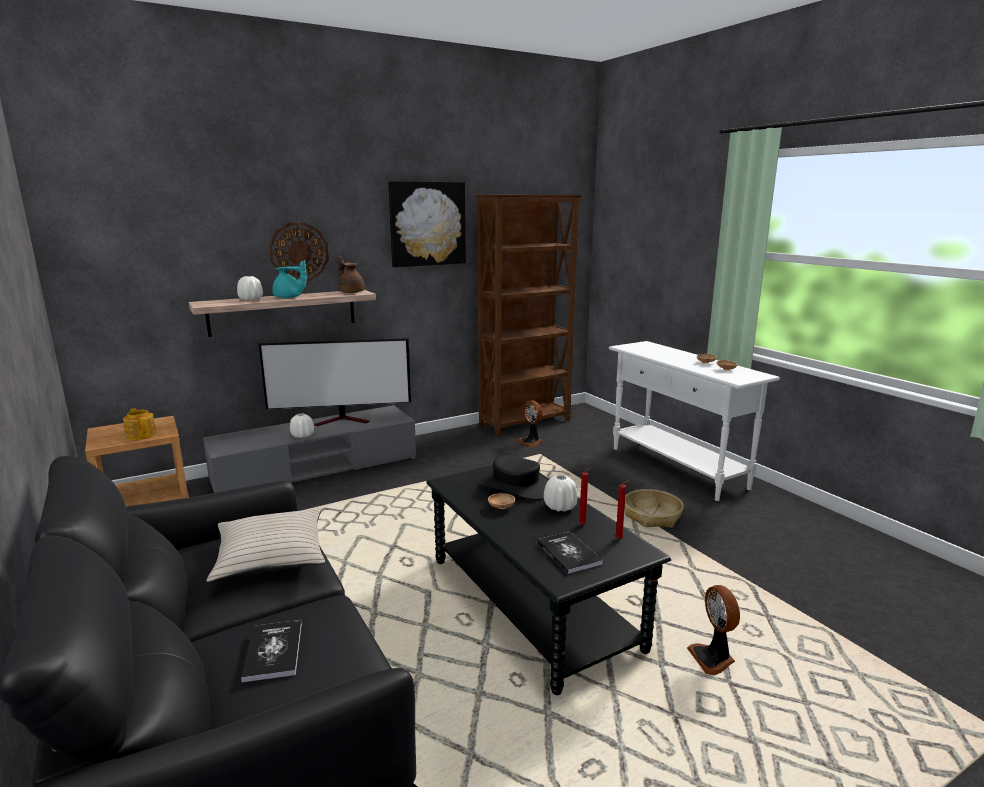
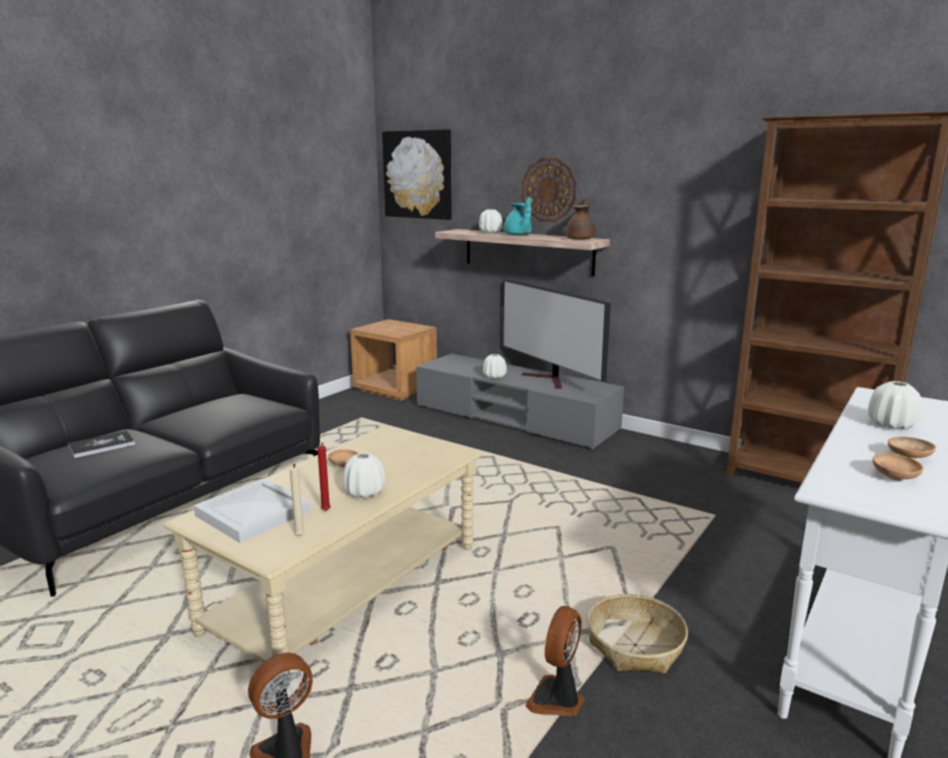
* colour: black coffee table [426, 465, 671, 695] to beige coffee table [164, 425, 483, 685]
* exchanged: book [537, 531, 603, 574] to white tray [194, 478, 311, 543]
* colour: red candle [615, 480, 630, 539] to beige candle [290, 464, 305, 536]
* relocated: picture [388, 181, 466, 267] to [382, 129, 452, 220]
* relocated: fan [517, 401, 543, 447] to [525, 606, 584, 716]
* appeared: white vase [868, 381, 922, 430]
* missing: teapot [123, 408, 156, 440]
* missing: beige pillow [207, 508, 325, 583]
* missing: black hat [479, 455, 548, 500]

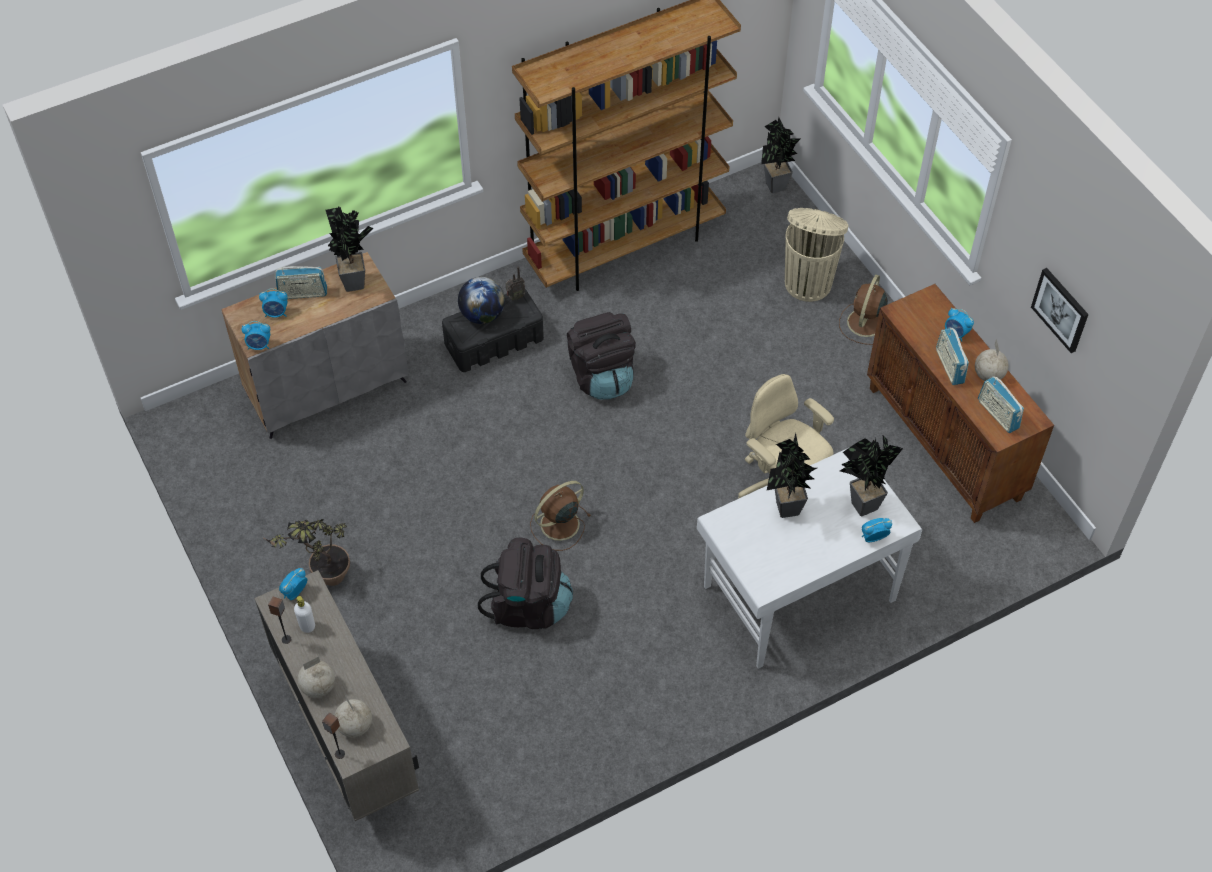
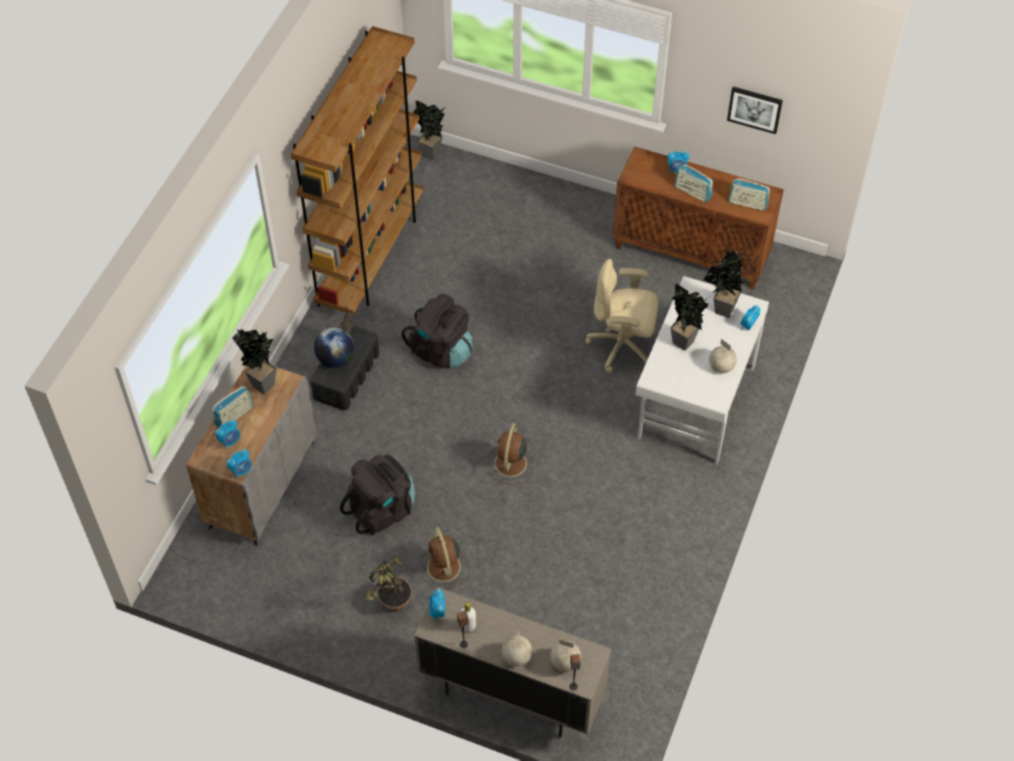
* relocated: black backpack [478, 537, 573, 629] to [340, 454, 415, 535]
* relocated: brown fan [839, 275, 888, 345] to [420, 527, 470, 590]
* relocated: globe [975, 339, 1009, 381] to [709, 339, 737, 373]
* missing: beige trash can [785, 208, 848, 302]

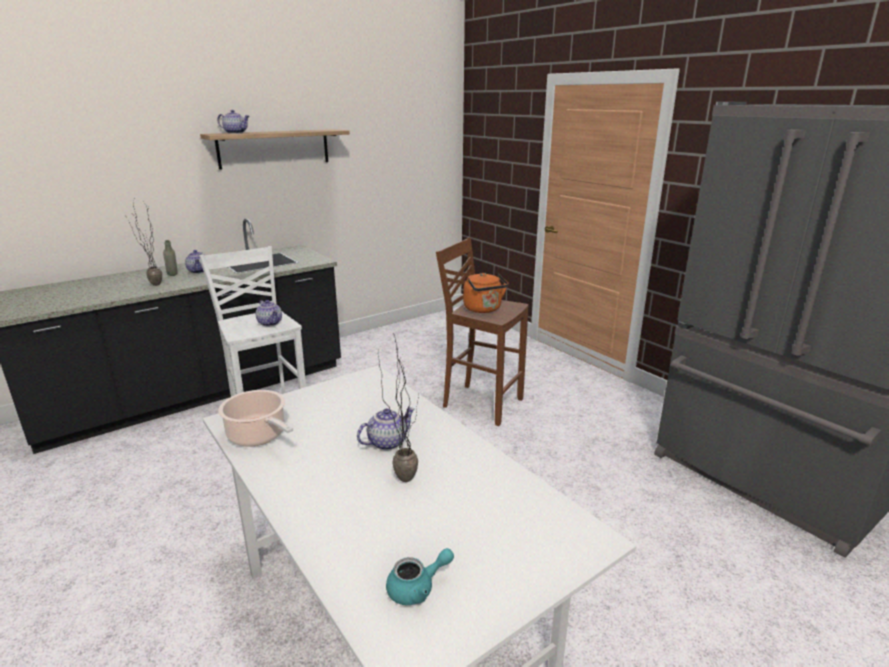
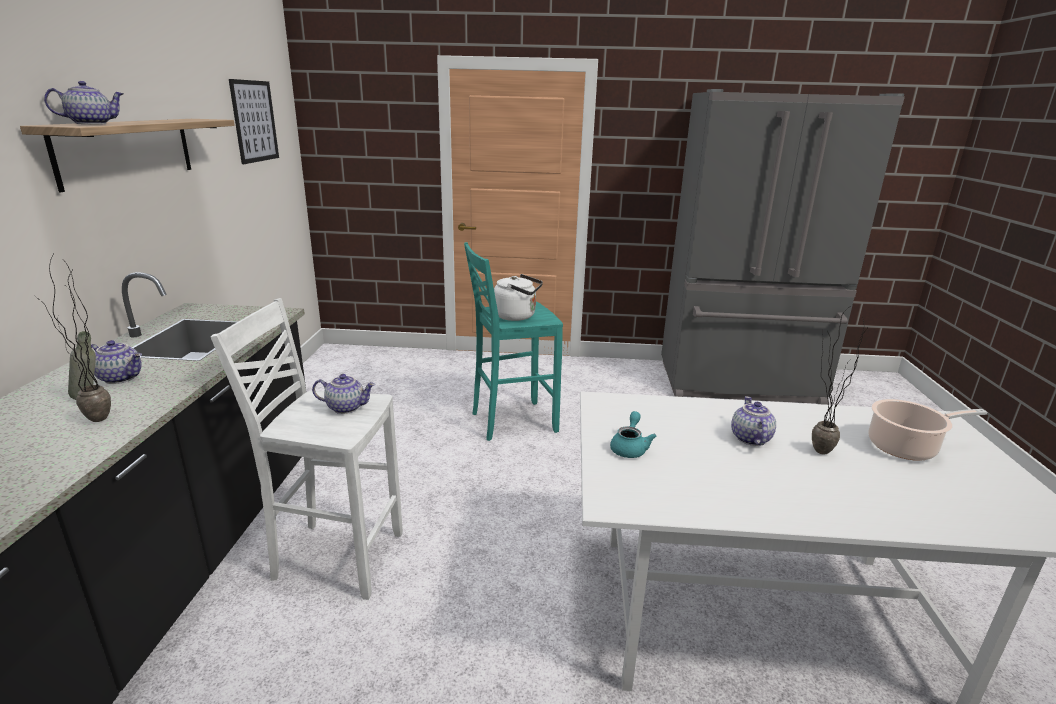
* appeared: picture [229, 79, 279, 164]
* colour: brown stool [436, 237, 529, 426] to turquoise stool [464, 242, 563, 441]
* colour: orange kettle [463, 273, 508, 313] to white kettle [494, 274, 543, 321]
* relocated: turquoise teapot [386, 548, 454, 605] to [610, 411, 657, 458]
* relocated: cooking pot [218, 390, 293, 447] to [868, 399, 987, 461]

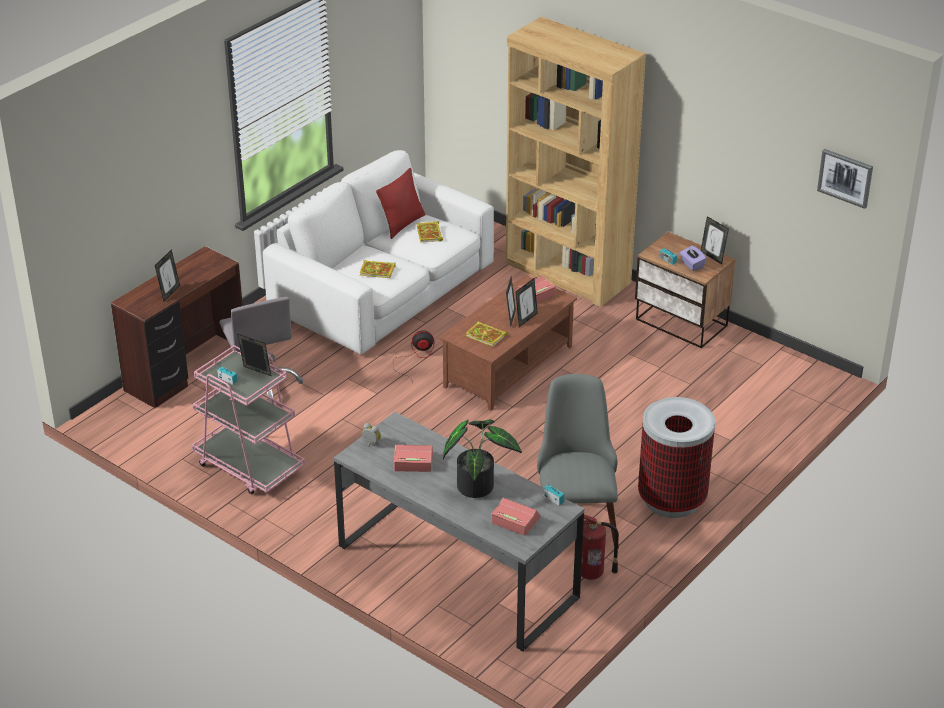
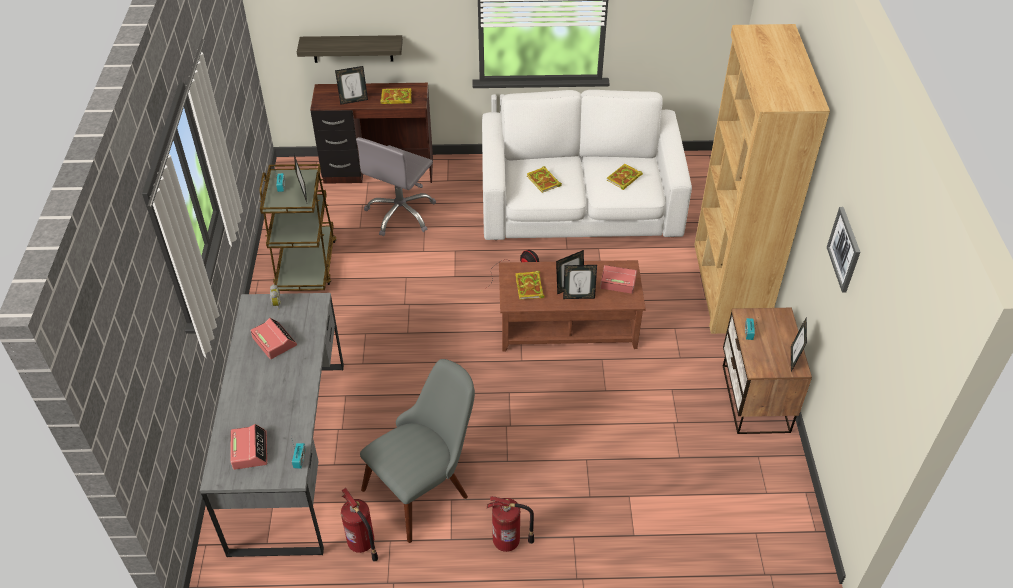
* colour: pink cart [192, 345, 305, 495] to brown cart [259, 164, 337, 291]
* appeared: shelf [297, 35, 403, 63]
* appeared: book [381, 88, 412, 104]
* exchanged: trash can [638, 397, 715, 518] to fire extinguisher [487, 496, 534, 552]
* relocated: picture [817, 149, 873, 209] to [827, 207, 860, 292]
* missing: red pillow [376, 168, 426, 239]
* missing: potted plant [443, 419, 522, 498]
* missing: purple tissue box [680, 246, 706, 271]

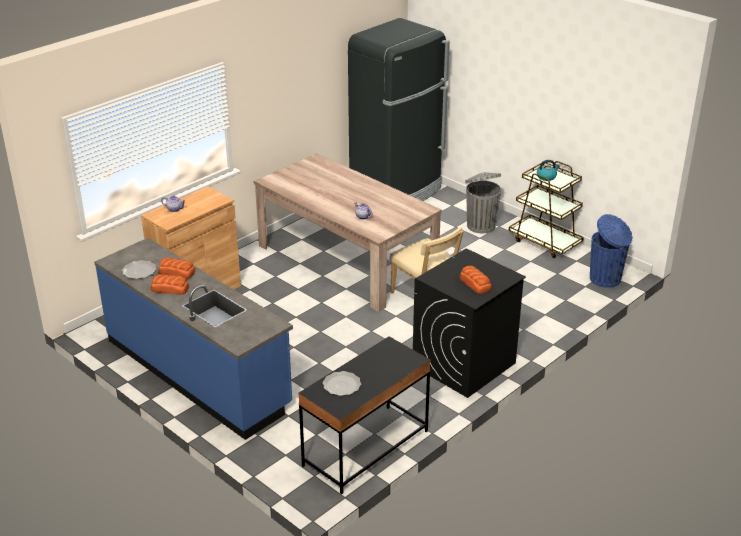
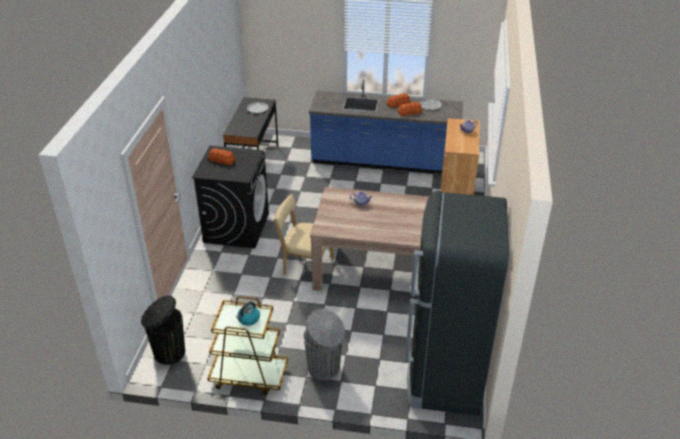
* colour: blue trash can [590, 214, 633, 288] to black trash can [141, 295, 185, 365]

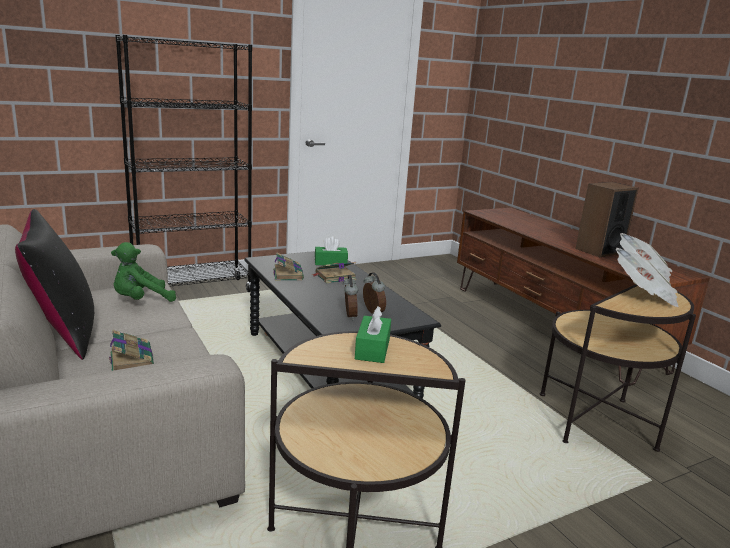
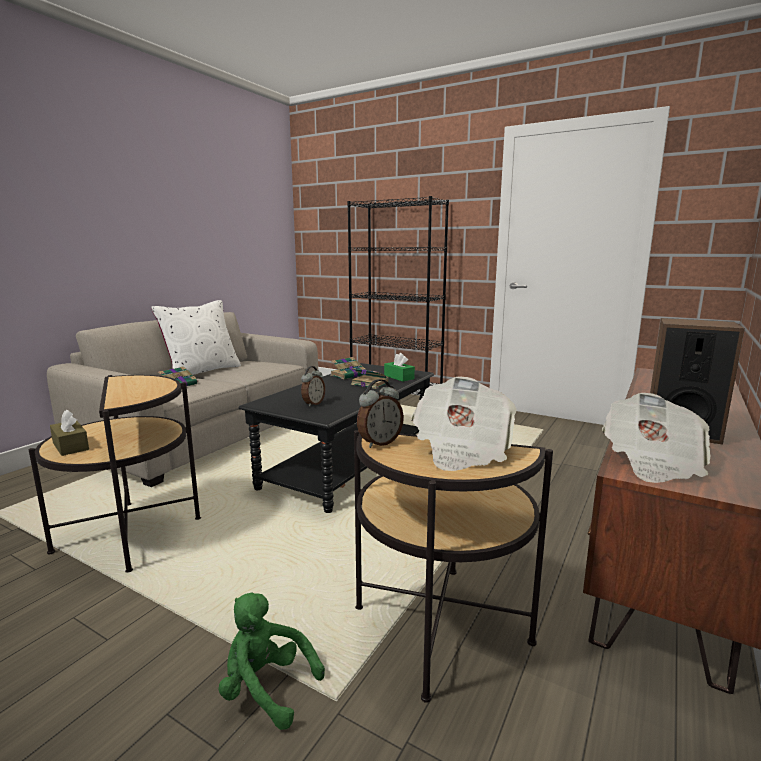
* appeared: brown tissue box [50, 410, 89, 456]
* colour: black pillow [15, 209, 94, 360] to white pillow [151, 300, 241, 375]
* relocated: green plush toy [111, 242, 176, 302] to [218, 592, 325, 730]
* relocated: alarm clock [343, 275, 358, 320] to [357, 379, 404, 448]
* missing: green tissue box [355, 306, 391, 363]

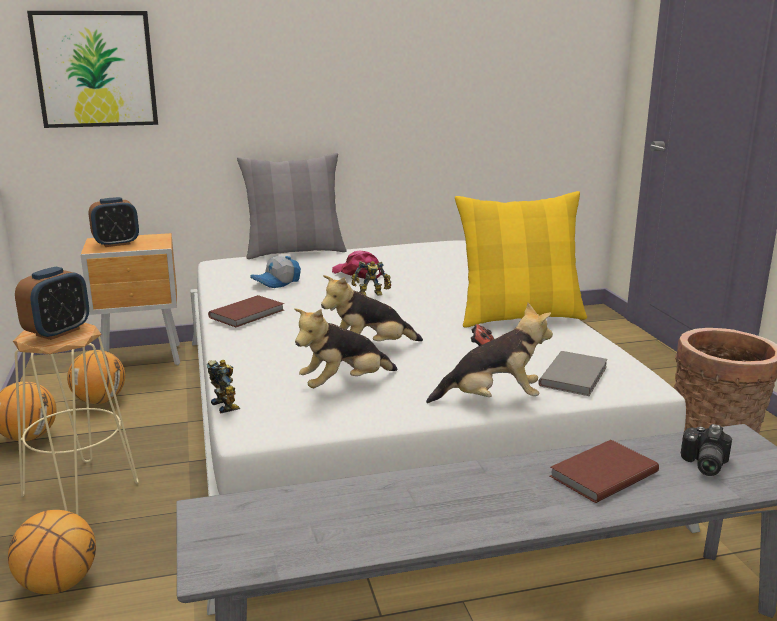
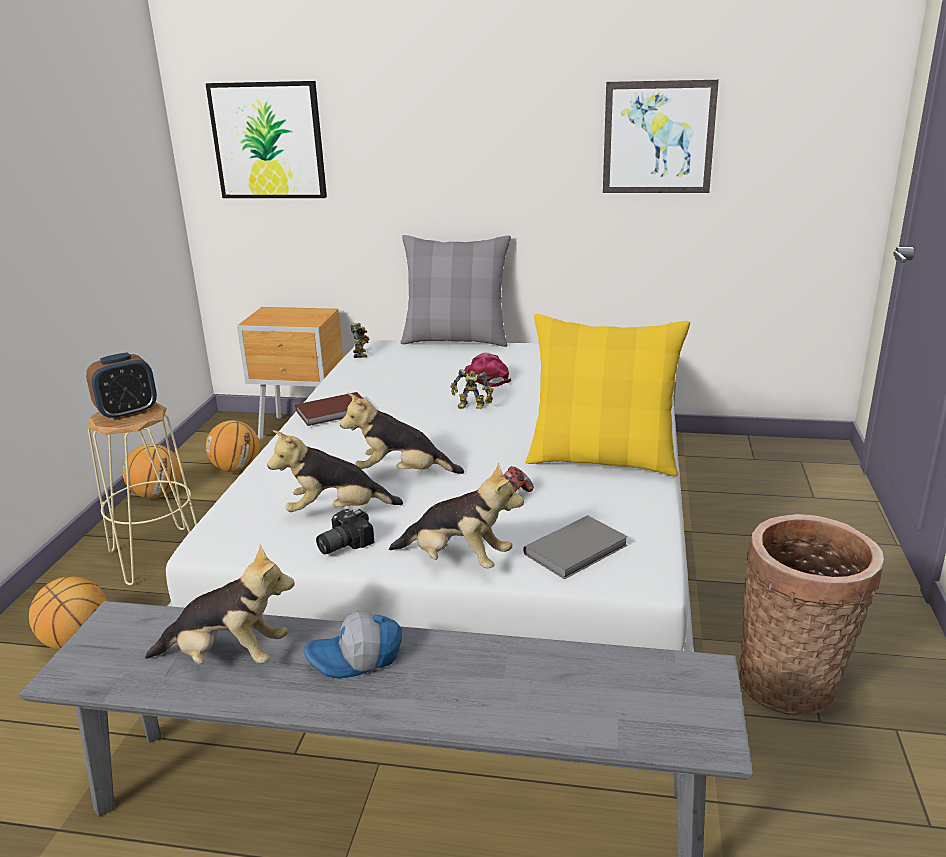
* appeared: plush toy [145, 544, 295, 664]
* relocated: cap [250, 256, 301, 288] to [303, 611, 402, 679]
* relocated: photo camera [681, 424, 732, 476] to [316, 509, 375, 554]
* relocated: toy robot [207, 360, 240, 413] to [351, 323, 370, 358]
* appeared: picture [603, 80, 719, 193]
* missing: alarm clock [89, 197, 139, 247]
* missing: brown book [550, 440, 659, 503]

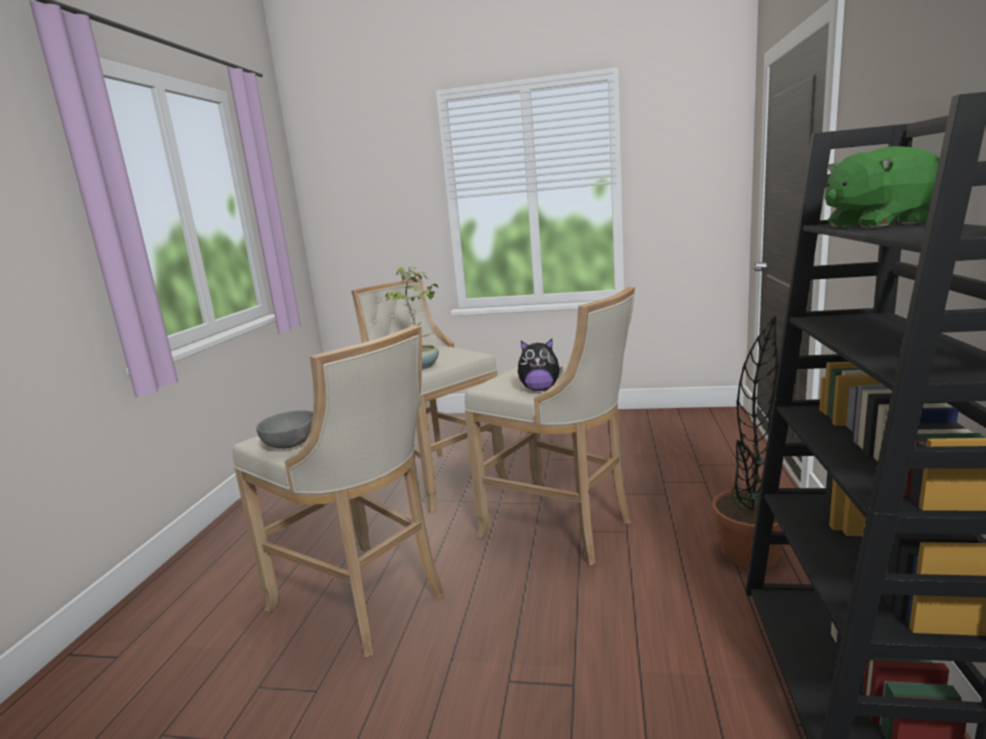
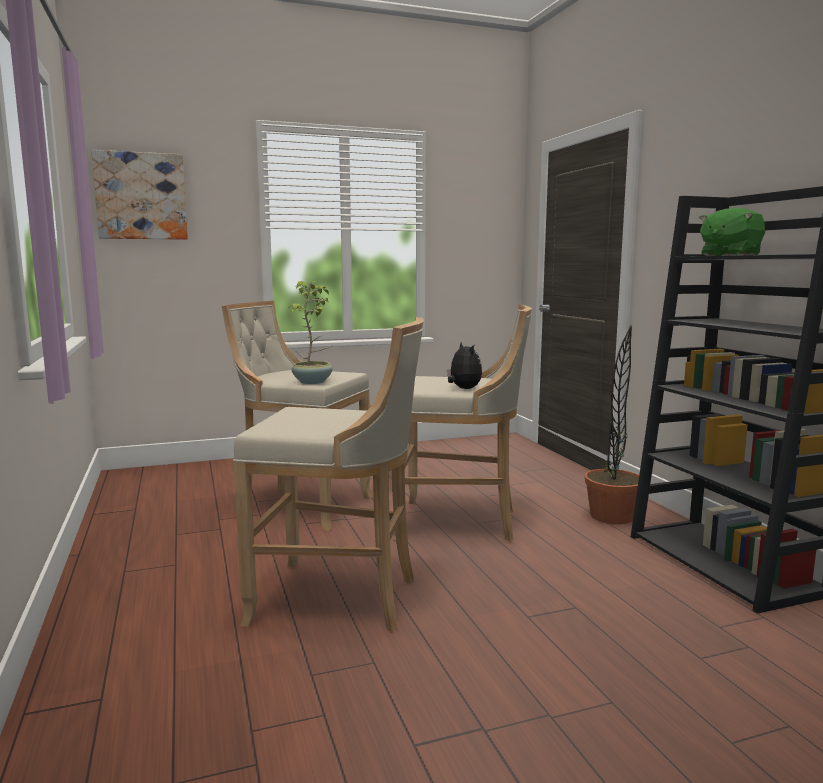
* appeared: picture [91, 150, 188, 240]
* spun: plush toy [518, 339, 563, 391] = [447, 342, 482, 389] 90 degrees counterclockwise
* missing: grey bowl [256, 410, 313, 449]

